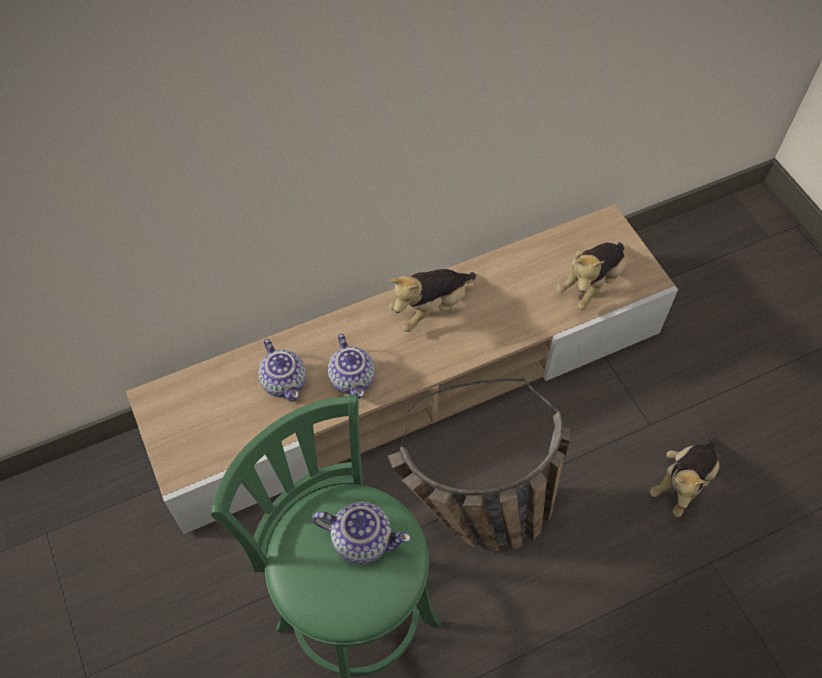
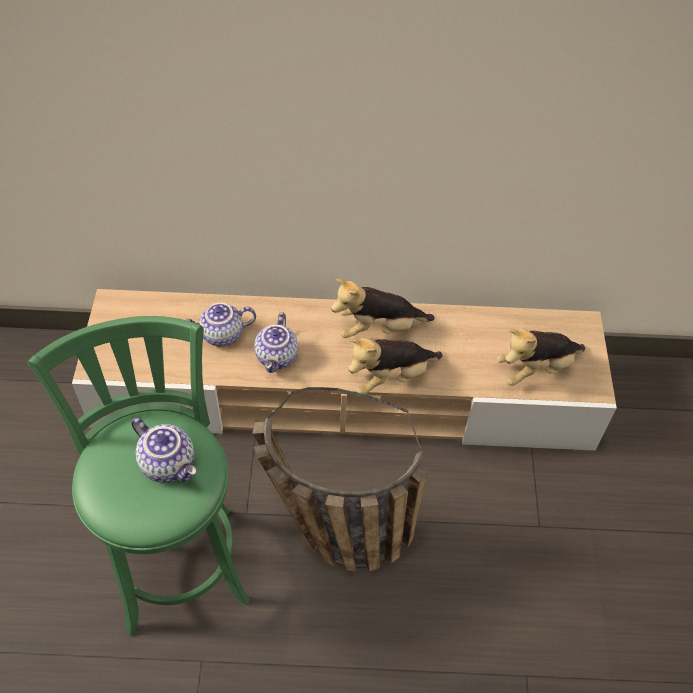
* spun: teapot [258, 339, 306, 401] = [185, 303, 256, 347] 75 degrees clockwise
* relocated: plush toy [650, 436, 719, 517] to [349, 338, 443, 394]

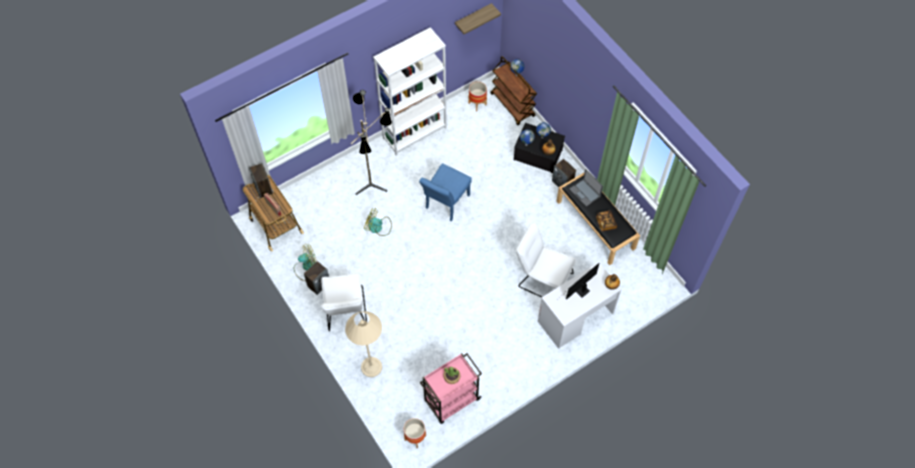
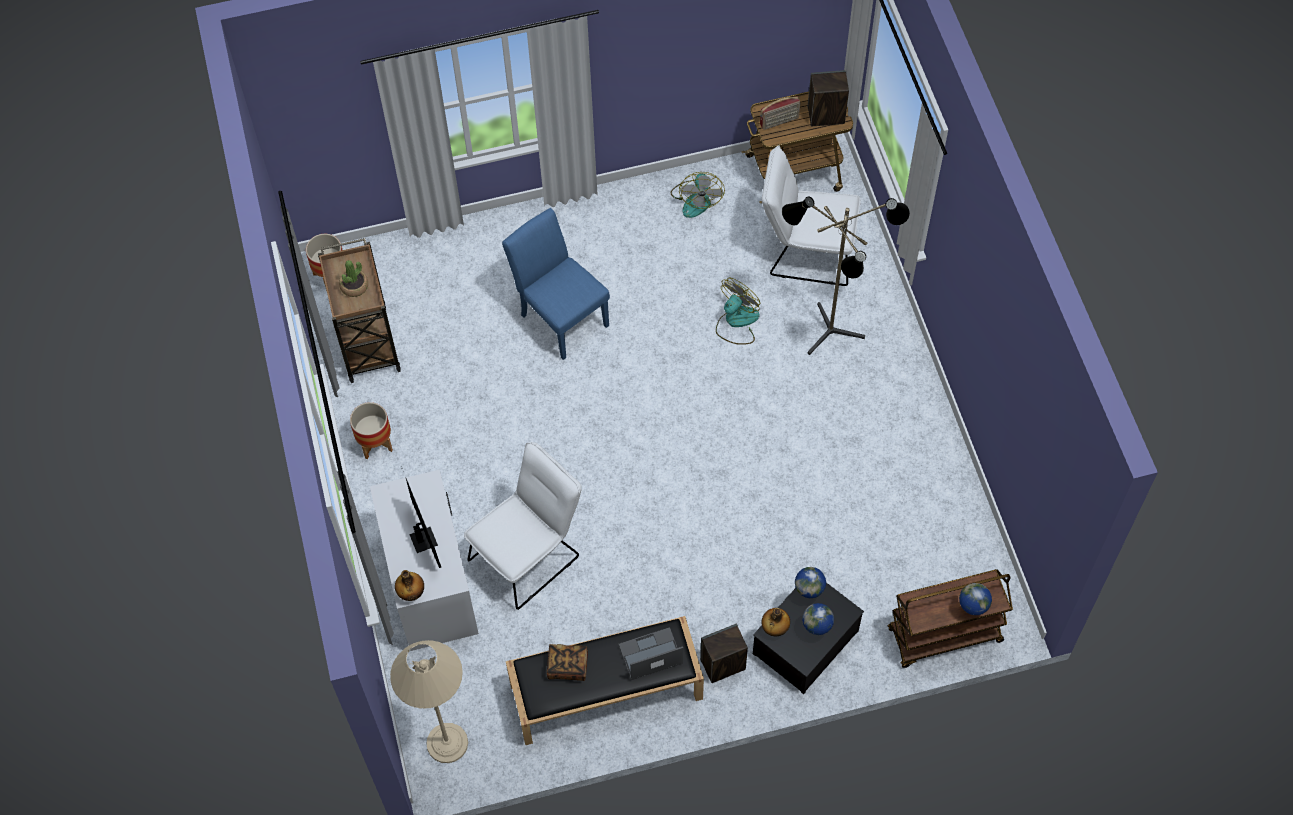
* colour: pink cart [420, 353, 482, 424] to brown cart [318, 238, 401, 383]
* relocated: planter [468, 81, 487, 111] to [350, 402, 393, 459]
* relocated: beige floor lamp [345, 311, 382, 377] to [390, 640, 468, 763]
* relocated: blue chair [419, 163, 472, 221] to [502, 208, 610, 360]
* relocated: white chair [321, 272, 367, 331] to [762, 145, 861, 286]
* missing: speaker [304, 261, 329, 295]
* missing: white bookcase [373, 27, 447, 156]
* missing: shelf [455, 3, 501, 34]

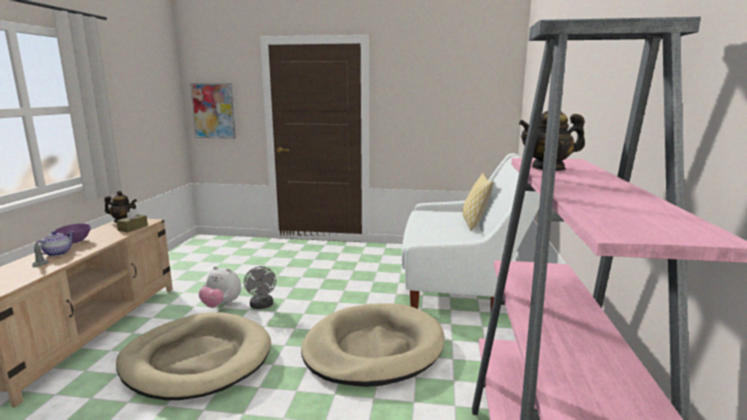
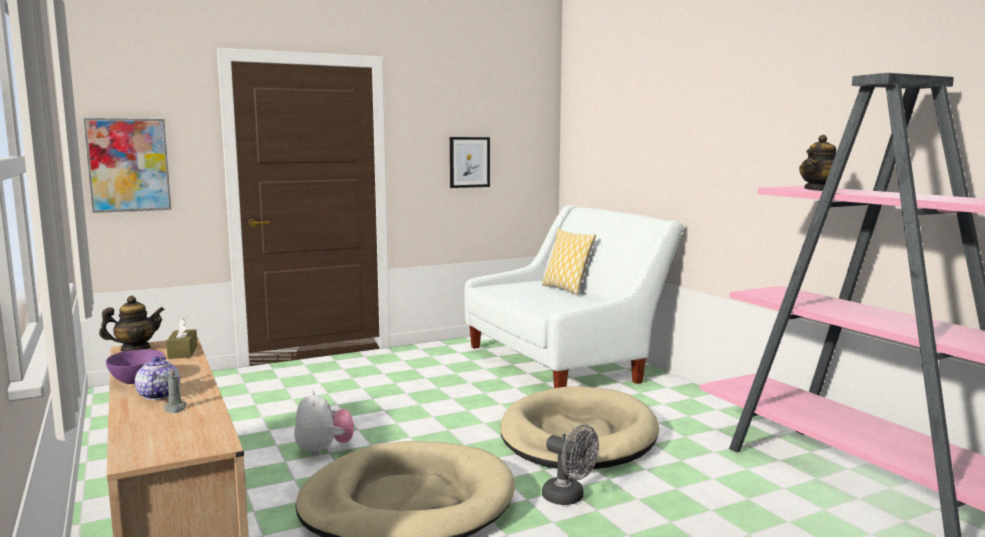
* spun: plush toy [199, 266, 241, 308] = [294, 391, 354, 456] 90 degrees counterclockwise
* appeared: picture [450, 137, 490, 188]
* relocated: grey fan [244, 266, 276, 309] to [542, 425, 599, 505]

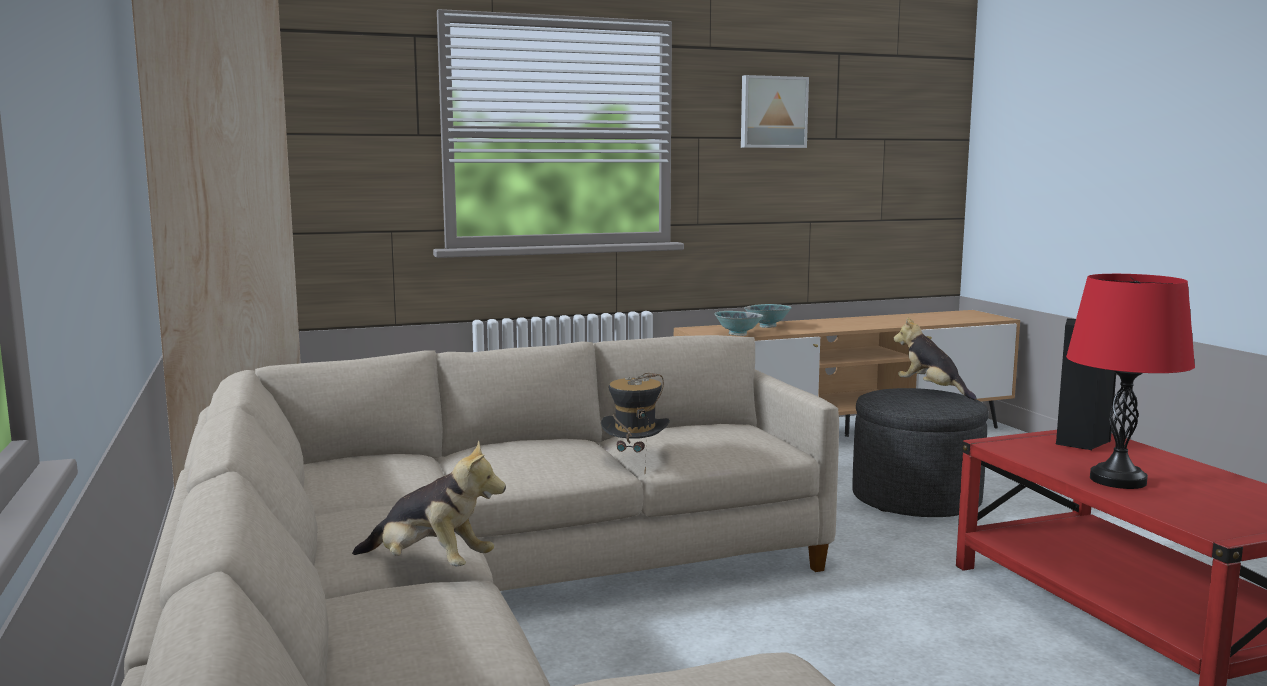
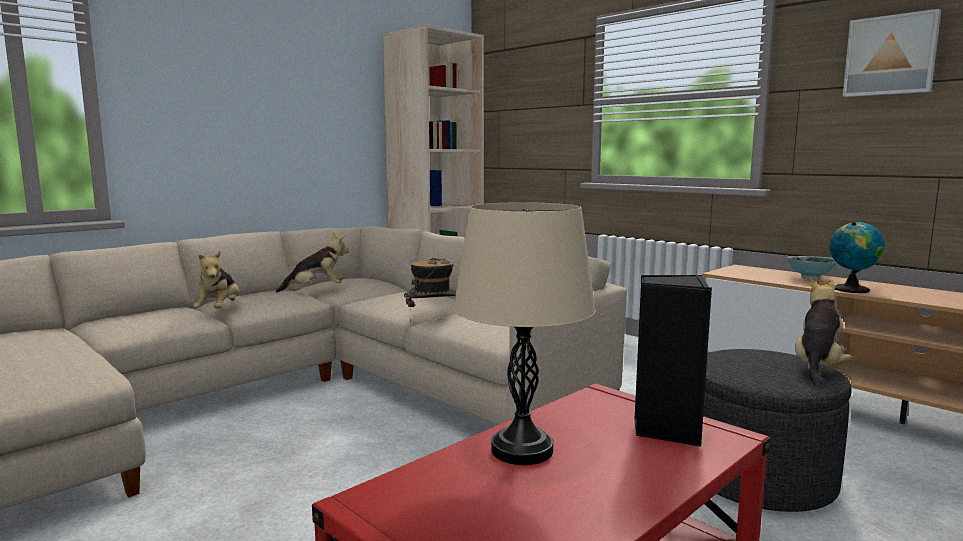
* appeared: plush toy [276, 233, 349, 293]
* colour: red table lamp [1066, 274, 1195, 489] to beige table lamp [453, 202, 596, 465]
* appeared: globe [829, 222, 885, 293]
* missing: bowl [715, 311, 763, 336]

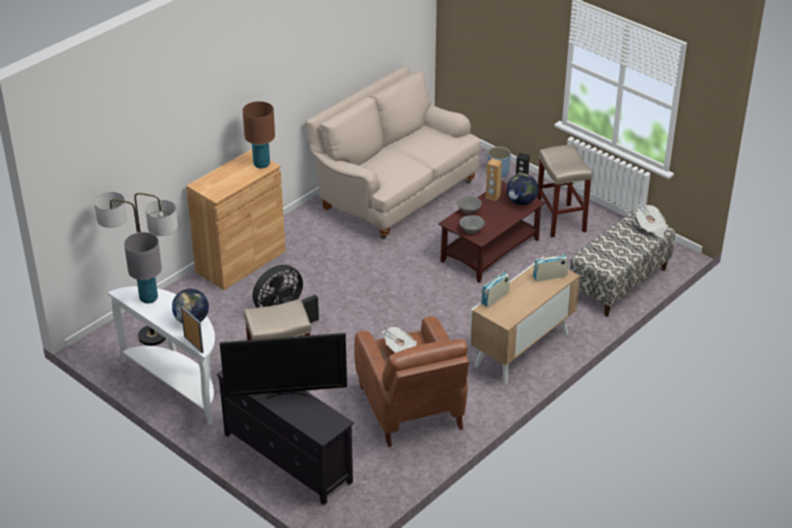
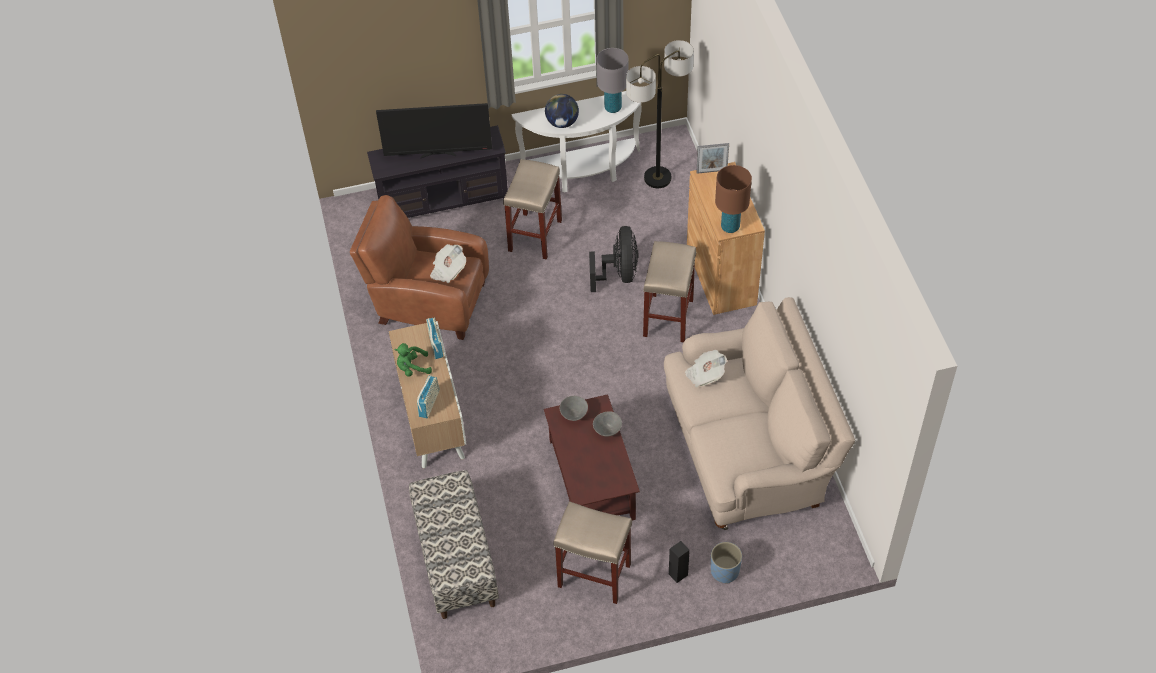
* spun: television [220, 333, 347, 399] = [376, 103, 492, 158] 120 degrees counterclockwise
* appeared: green plush toy [395, 343, 432, 377]
* appeared: beige stool [643, 241, 696, 342]
* relocated: newspaper [636, 204, 668, 238] to [685, 350, 727, 388]
* relocated: picture frame [181, 306, 204, 353] to [696, 143, 729, 174]
* missing: brown speaker [486, 158, 502, 201]
* missing: globe [507, 173, 538, 205]

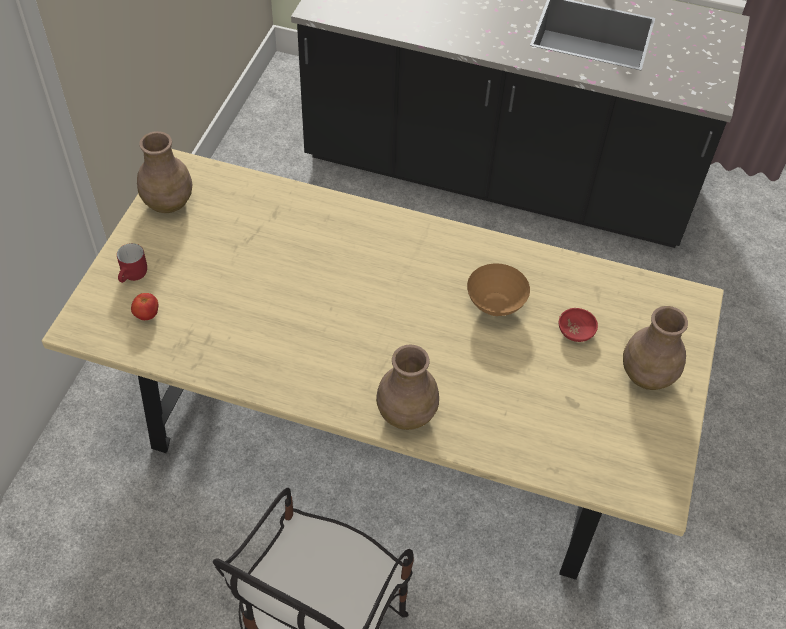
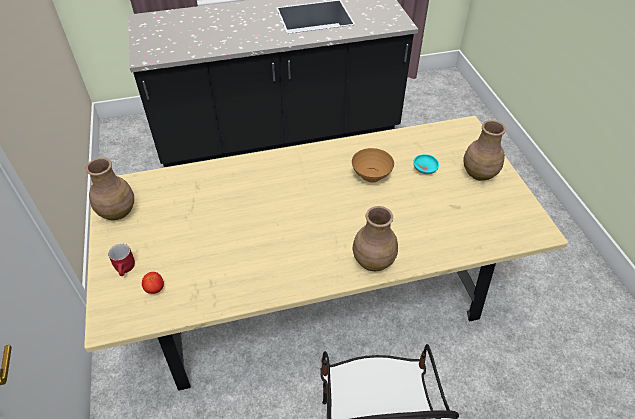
* colour: red bowl [559, 308, 598, 342] to turquoise bowl [413, 154, 439, 174]

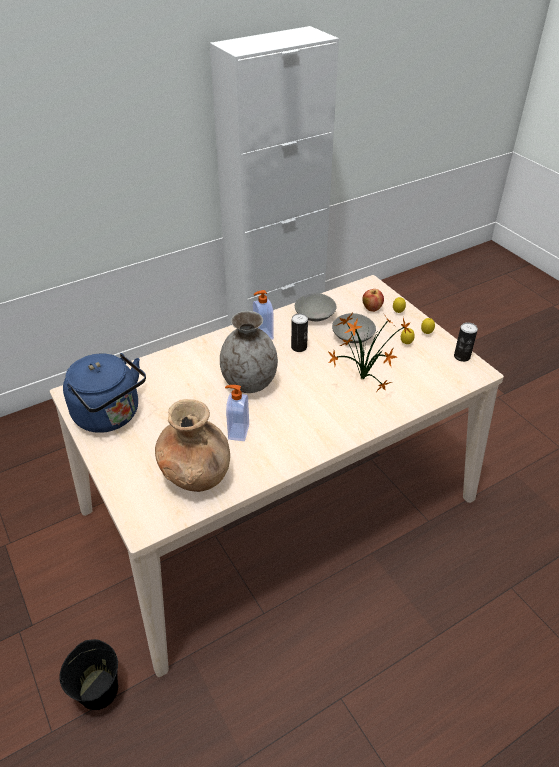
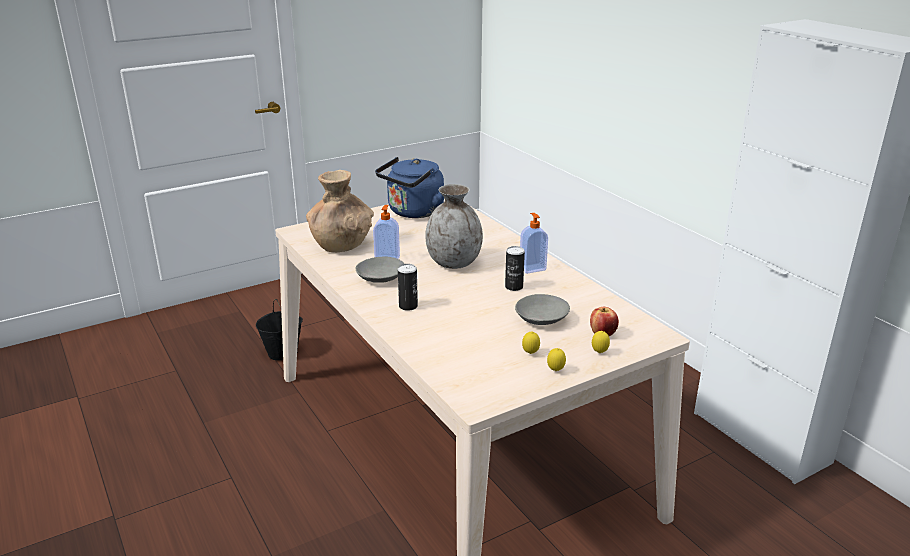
* relocated: grey bowl [295, 293, 337, 322] to [355, 257, 404, 283]
* relocated: can [454, 322, 478, 362] to [398, 264, 418, 311]
* missing: potted plant [327, 312, 411, 391]

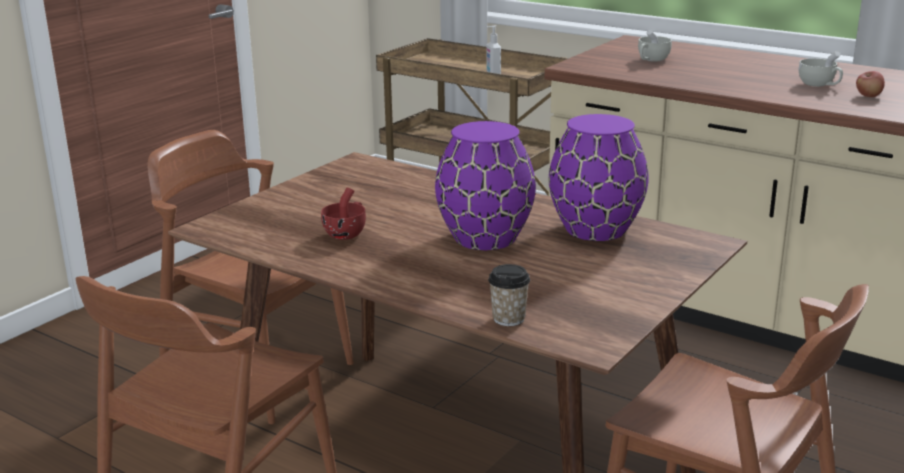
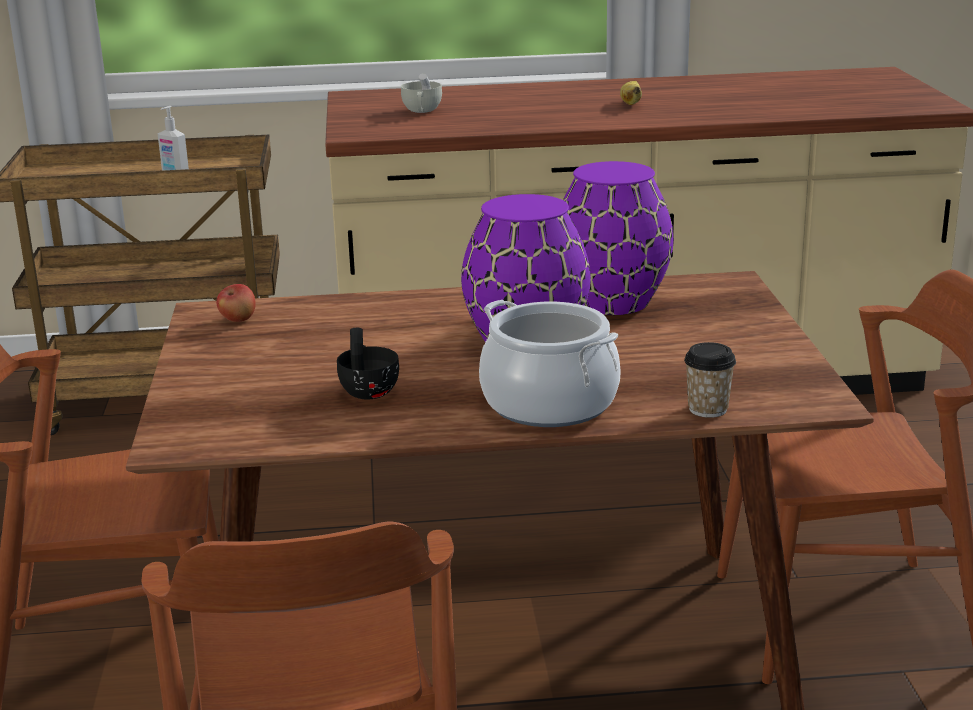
* relocated: apple [856, 71, 885, 97] to [216, 284, 256, 322]
* colour: red cup [321, 188, 366, 240] to black cup [337, 328, 399, 399]
* appeared: cooking pot [479, 300, 621, 427]
* exchanged: white cup [799, 51, 843, 87] to banana [620, 81, 642, 105]

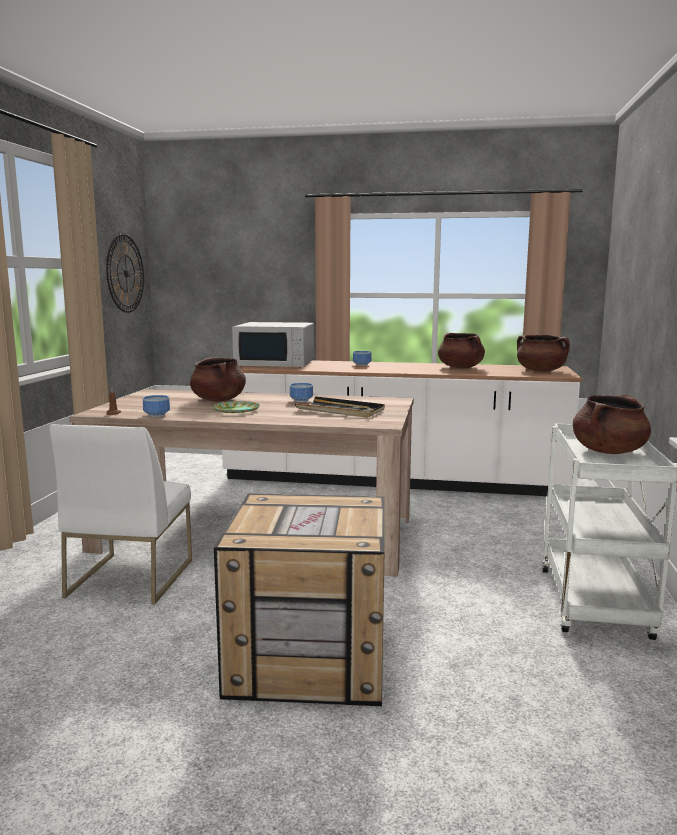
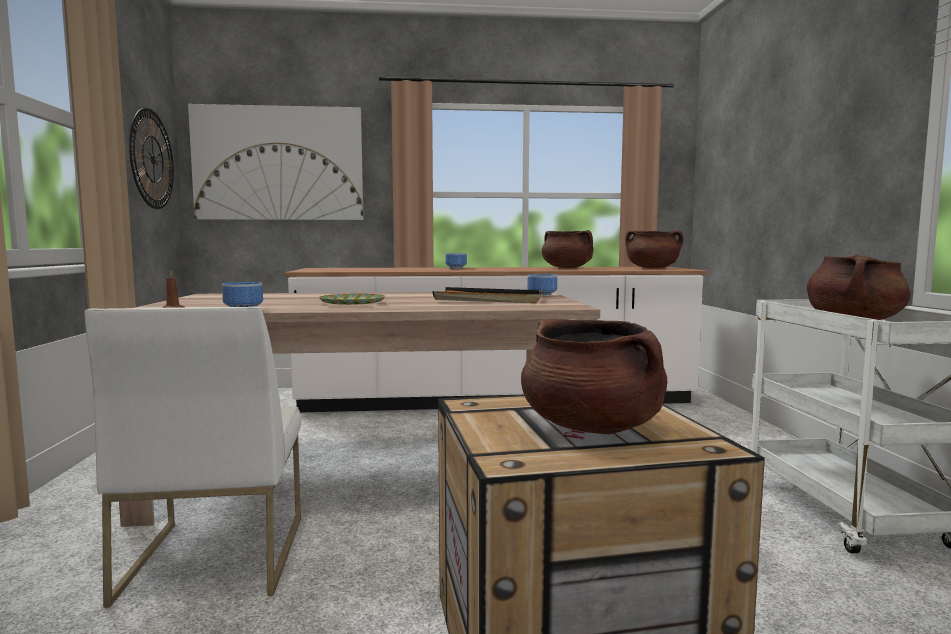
* appeared: picture [188, 104, 364, 220]
* relocated: brown cooking pot [190, 357, 246, 401] to [521, 319, 667, 434]
* relocated: bowl [290, 383, 313, 402] to [527, 274, 557, 297]
* missing: white microwave [232, 322, 314, 367]

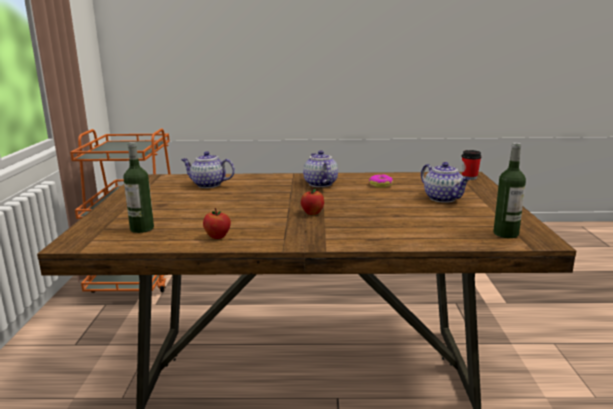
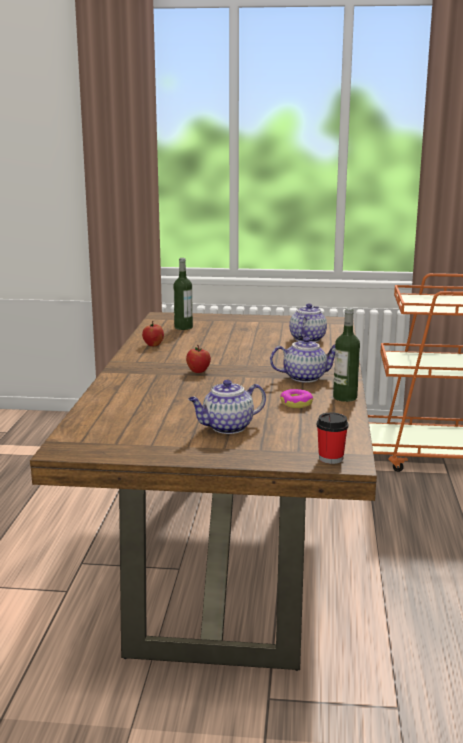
* relocated: bottle [493, 143, 526, 238] to [333, 308, 360, 402]

